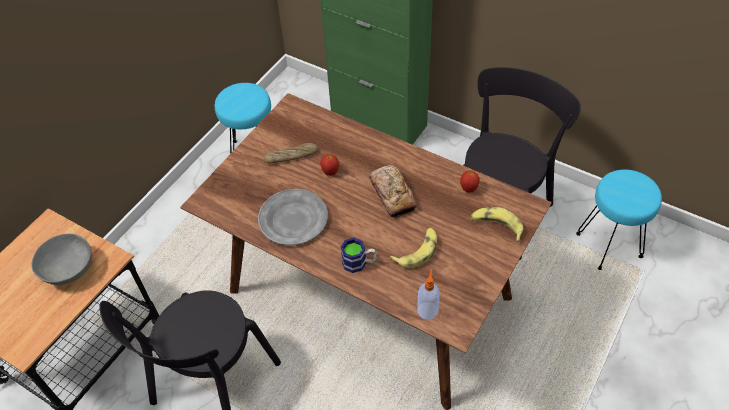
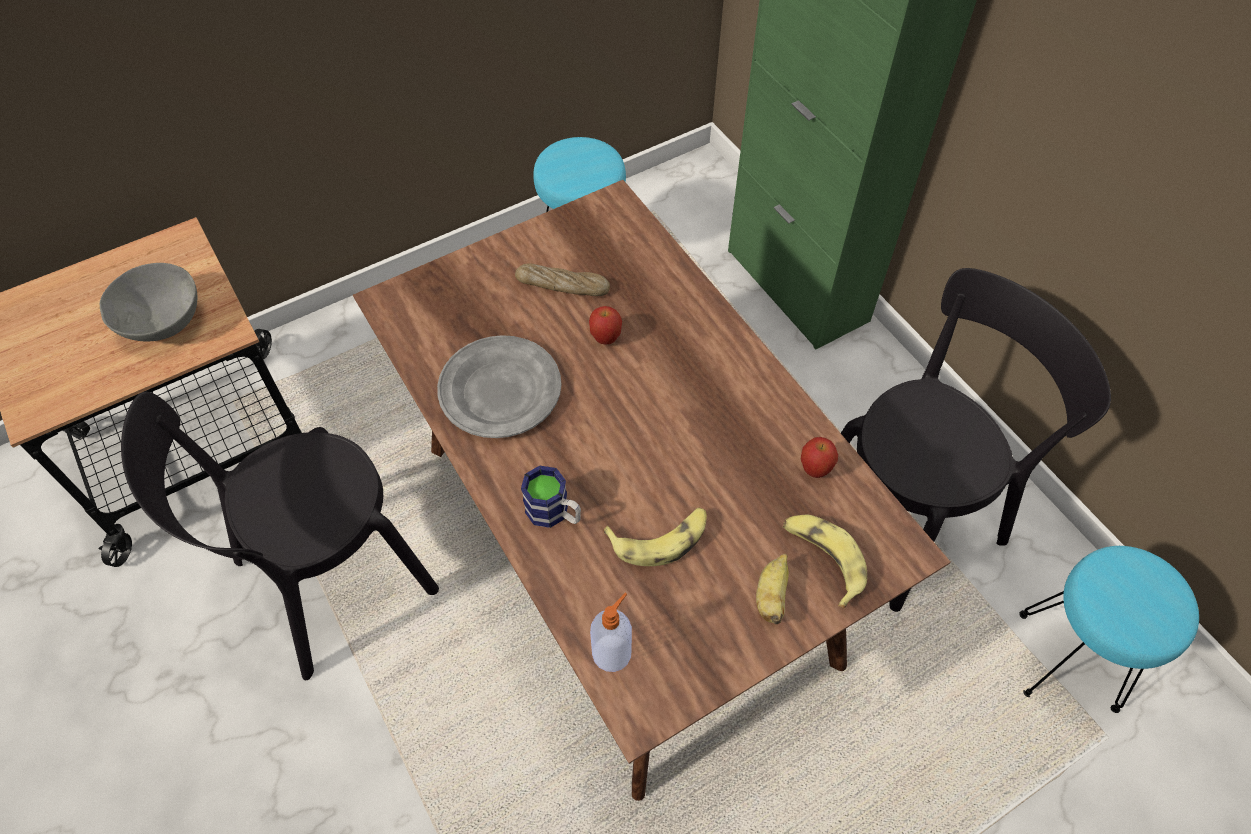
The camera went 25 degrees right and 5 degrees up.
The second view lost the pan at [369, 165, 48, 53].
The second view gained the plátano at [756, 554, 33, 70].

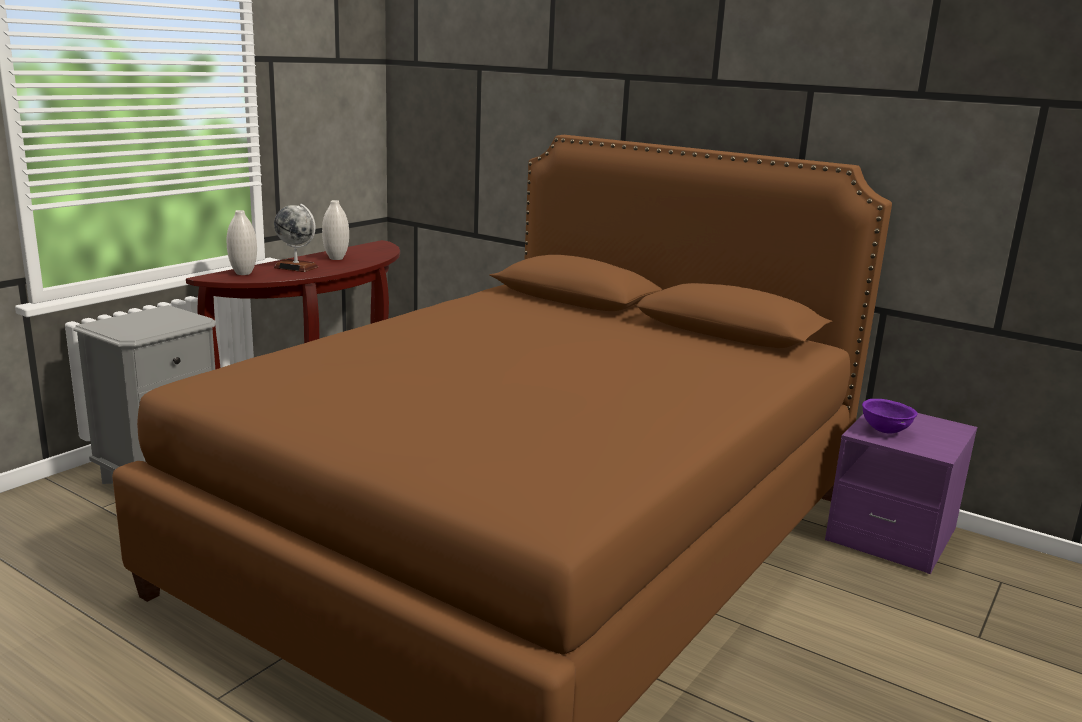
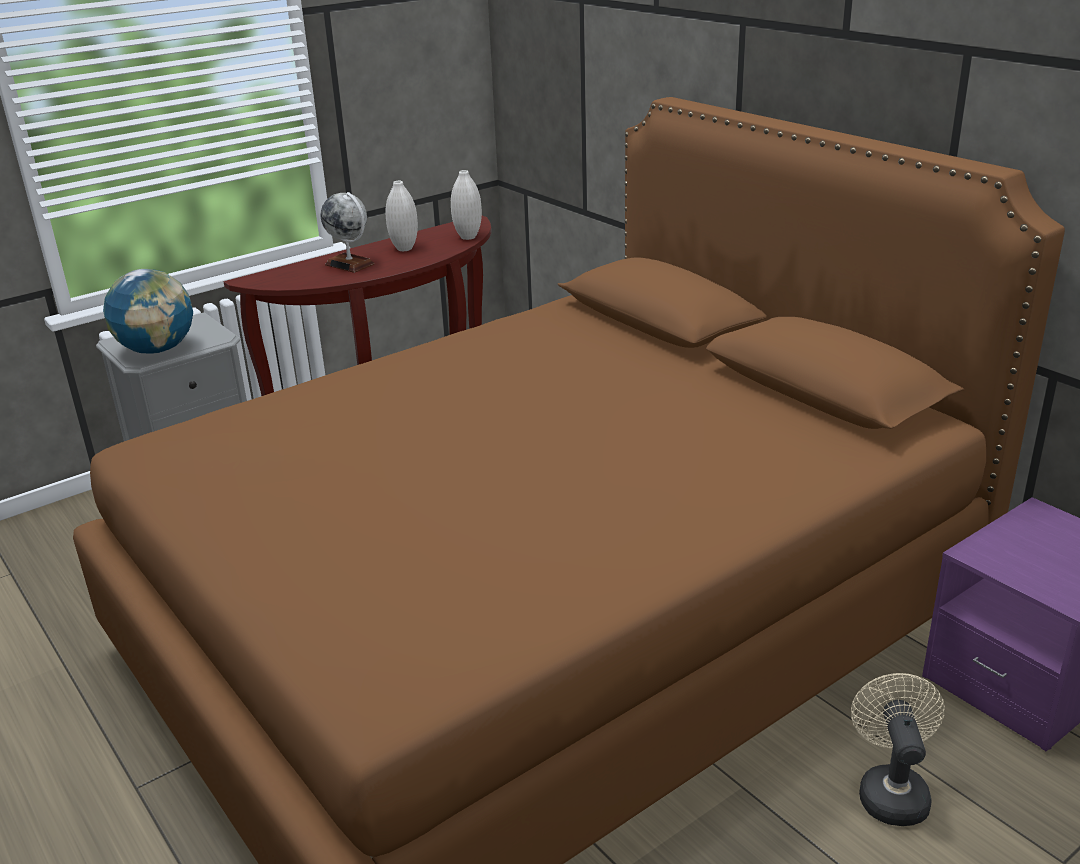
The camera went 20 degrees right and 10 degrees up.
The second view lost the cuenco [morado] at [862, 399, 56, 35].
The second view gained the globo terráqueo at [103, 269, 90, 85].
The second view gained the ventilador [beis] at [851, 673, 94, 153].
The florero [blanco] ended up elsewhere, having gone from [227, 210, 30, 65] to [451, 170, 31, 70].

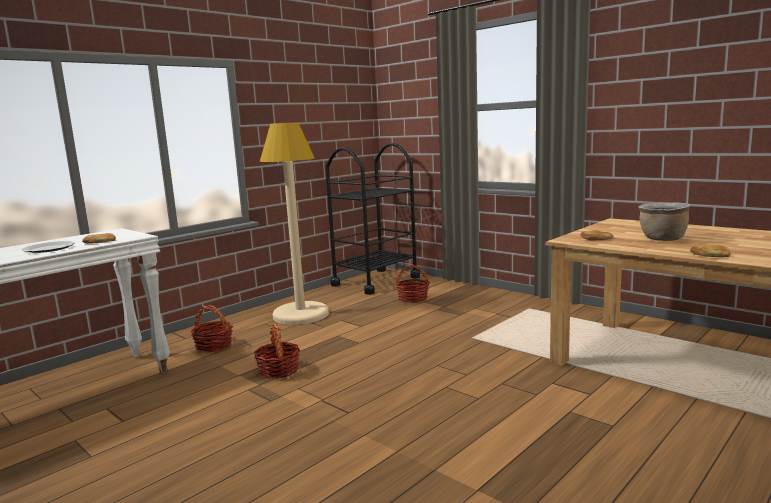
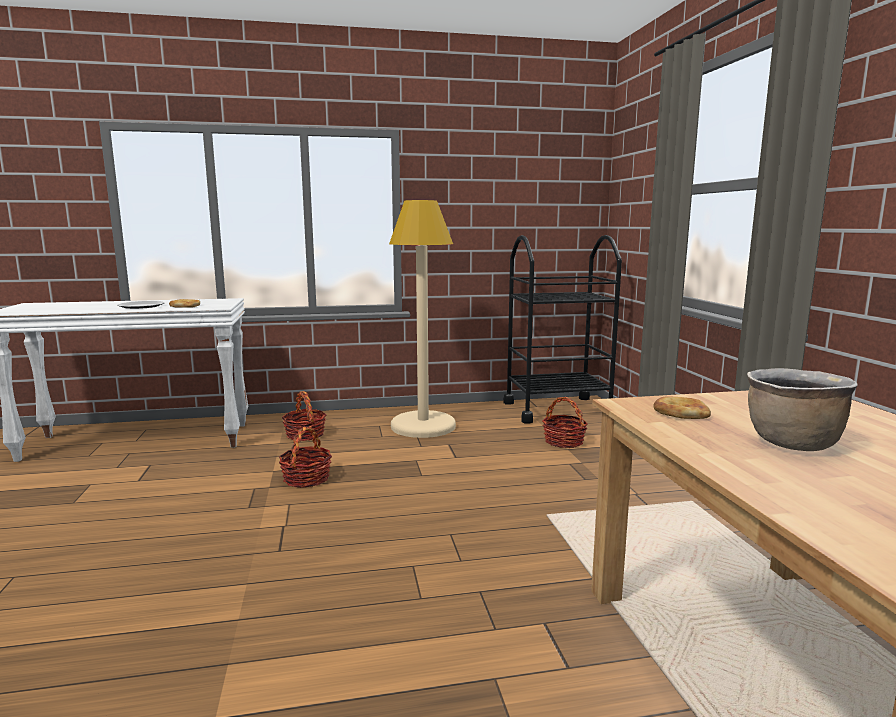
The camera went 35 degrees right and 0 degrees up.
The second view lost the pan at [690, 244, 40, 13].

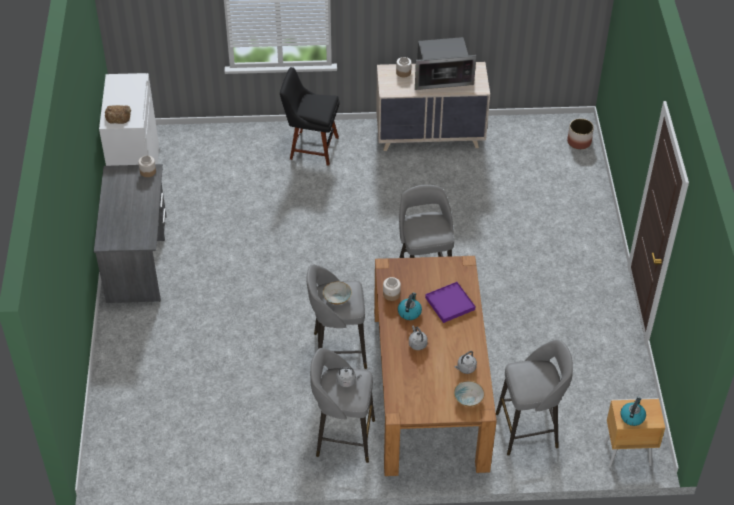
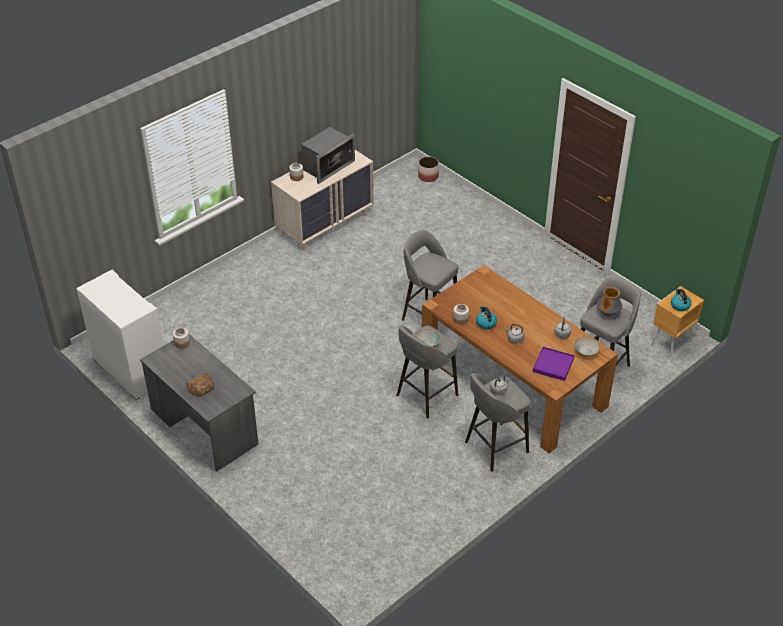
The camera went 40 degrees left and 5 degrees down.
The second view lost the silla [negro] at [280, 67, 60, 99].
The second view gained the florero at [597, 286, 25, 31].
The pan ended up elsewhere, having gone from [105, 105, 26, 19] to [186, 373, 28, 23].
The bandeja [morado] ended up elsewhere, having gone from [425, 282, 50, 41] to [533, 347, 42, 34].

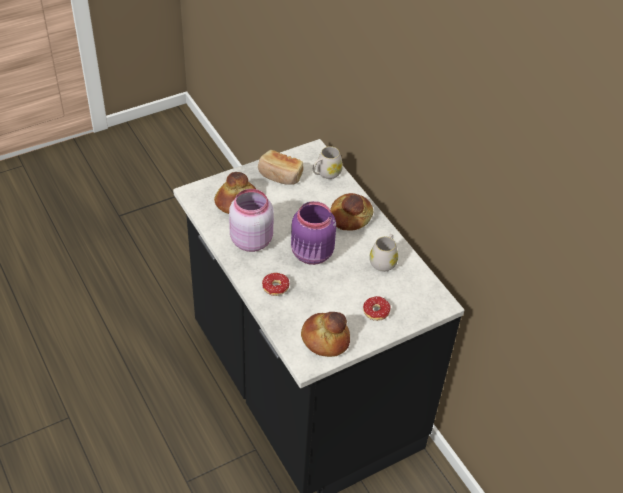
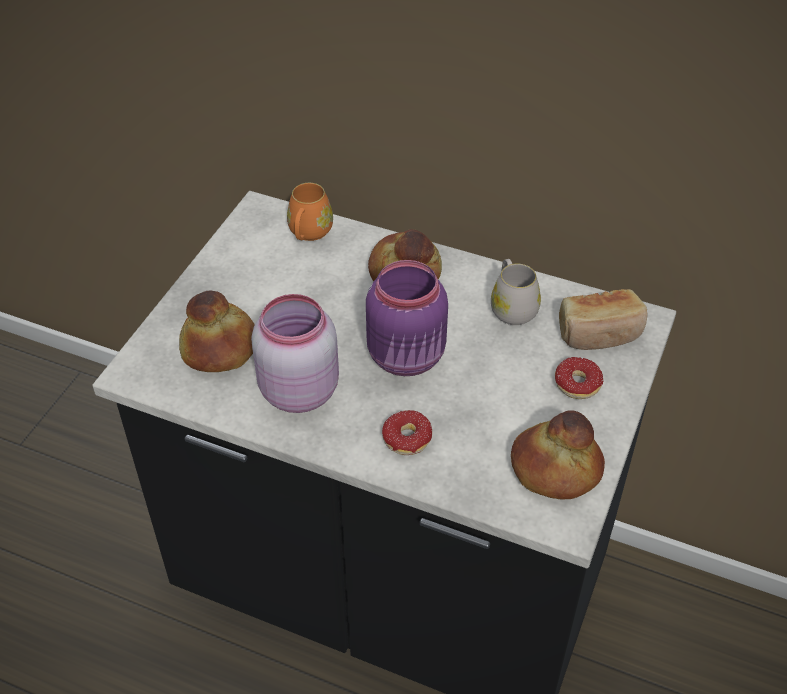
The camera went 35 degrees left and 0 degrees up.
The pan ended up elsewhere, having gone from [258, 150, 46, 35] to [559, 289, 89, 61].
What was the taza grande [blanco] at [313, 146, 30, 33] turned into the taza grande [naranja] at [287, 183, 46, 58].

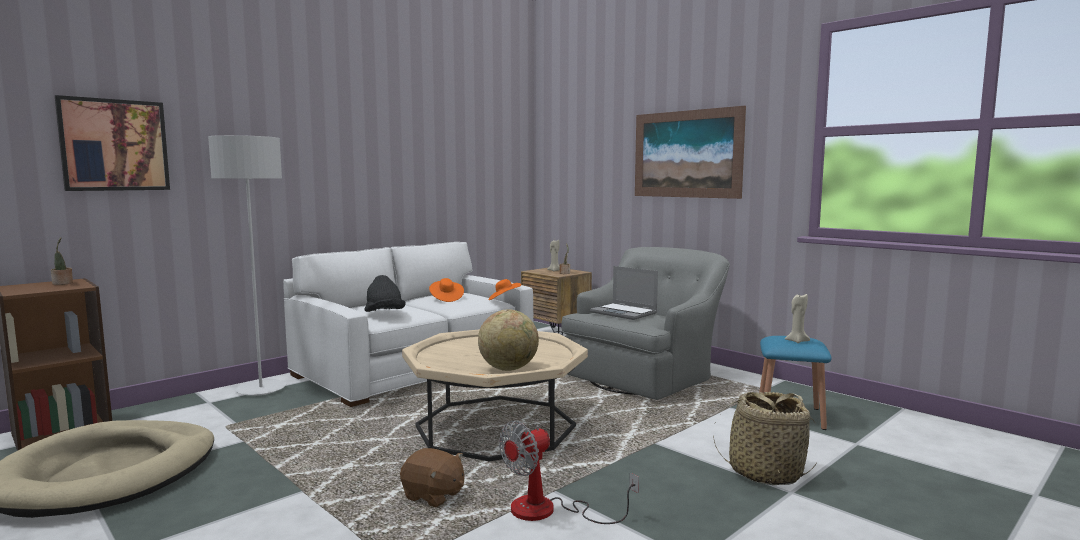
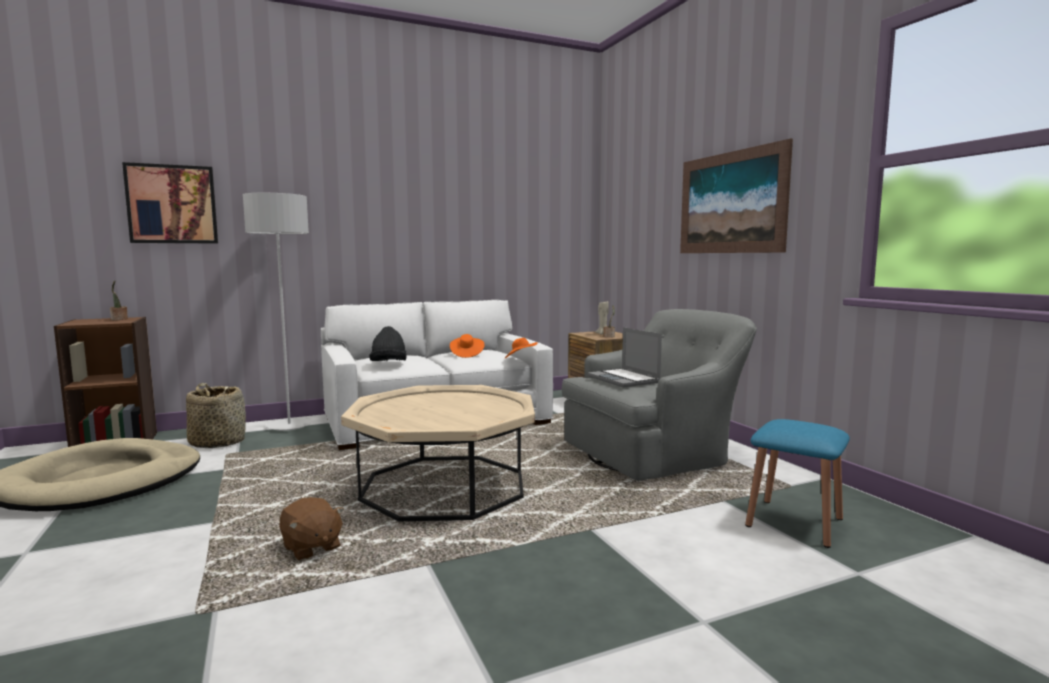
The camera went 20 degrees right and 0 degrees up.
The second view lost the globo terráqueo at [478, 309, 61, 62].
The second view lost the ventilador at [499, 421, 140, 103].
The second view lost the vela [beis] at [785, 294, 25, 49].
The cesta ended up elsewhere, having gone from [713, 392, 103, 93] to [186, 383, 60, 65].

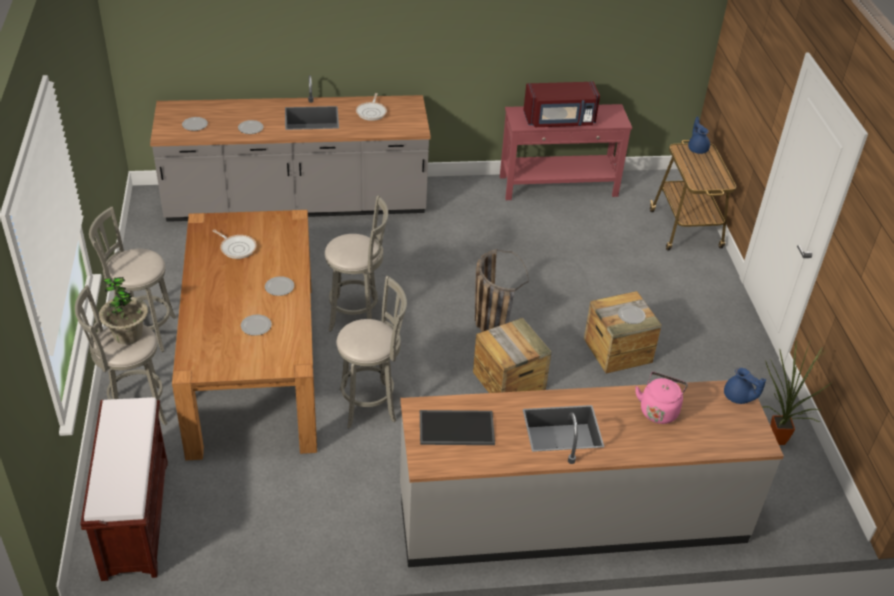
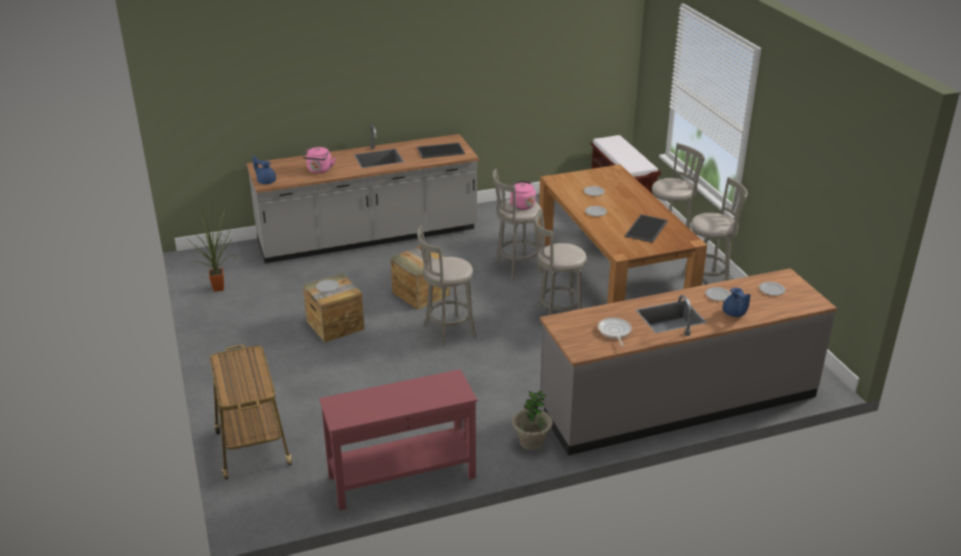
The camera went 170 degrees right and 10 degrees down.
The second view lost the microondas [rojo] at [523, 81, 77, 46].
The second view gained the hervidor [rosa] at [509, 180, 27, 30].
The planta en maceta ended up elsewhere, having gone from [99, 277, 49, 68] to [512, 390, 41, 60].
The tetera [azul] ended up elsewhere, having gone from [688, 117, 22, 37] to [723, 287, 27, 30].
Where the sartén stood at [213, 229, 44, 30], the bandeja came to stand at [625, 214, 43, 29].
Where the cesta stood at [475, 249, 54, 83], the taburete [gris] came to stand at [417, 226, 60, 121].

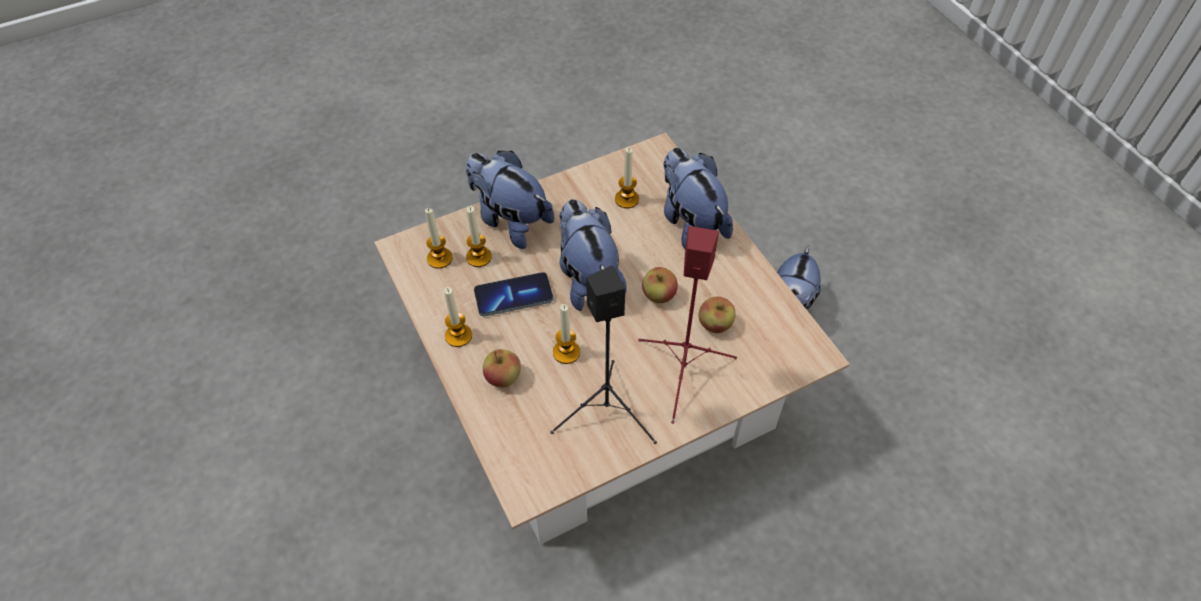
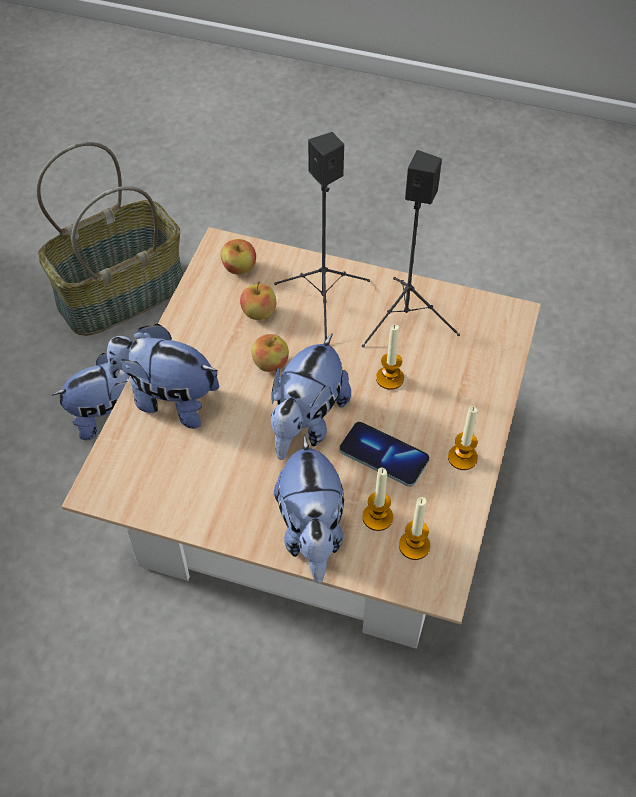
The camera went 135 degrees left and 0 degrees up.
The second view lost the vela at [615, 147, 24, 62].
The second view gained the cesta at [36, 142, 147, 194].
The manzana ended up elsewhere, having gone from [483, 349, 38, 38] to [221, 239, 35, 36].
What was the altavoz [rojo] at [638, 226, 99, 198] turned into the altavoz [negro] at [274, 132, 96, 208].
The peluche at [664, 148, 69, 101] ended up facing another way, 90 degrees clockwise from before.

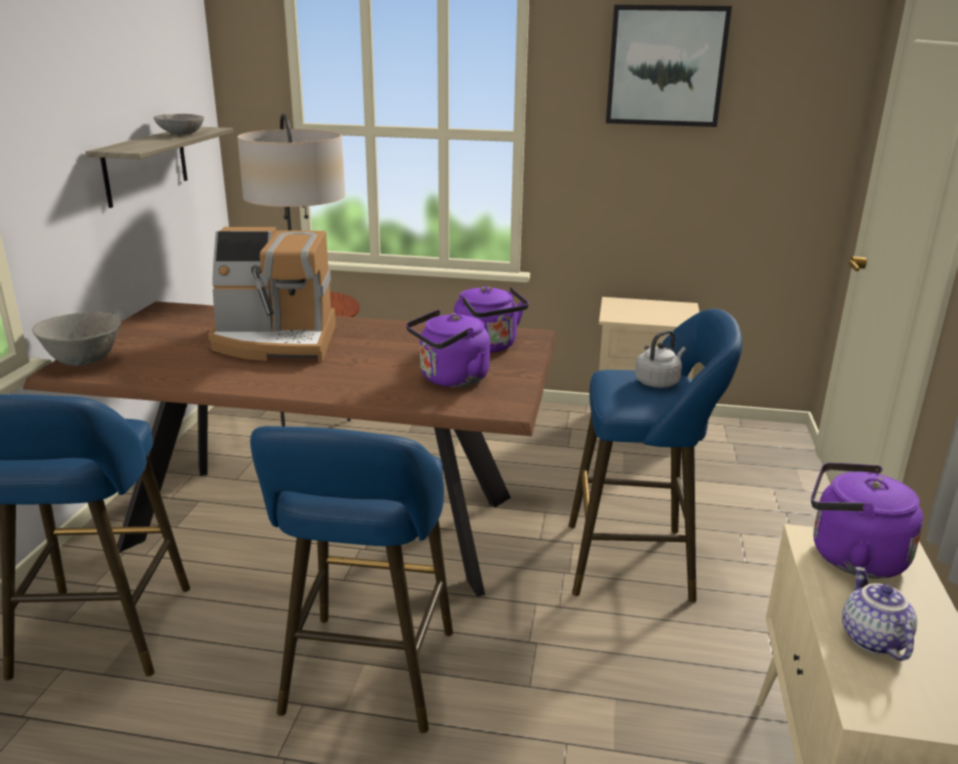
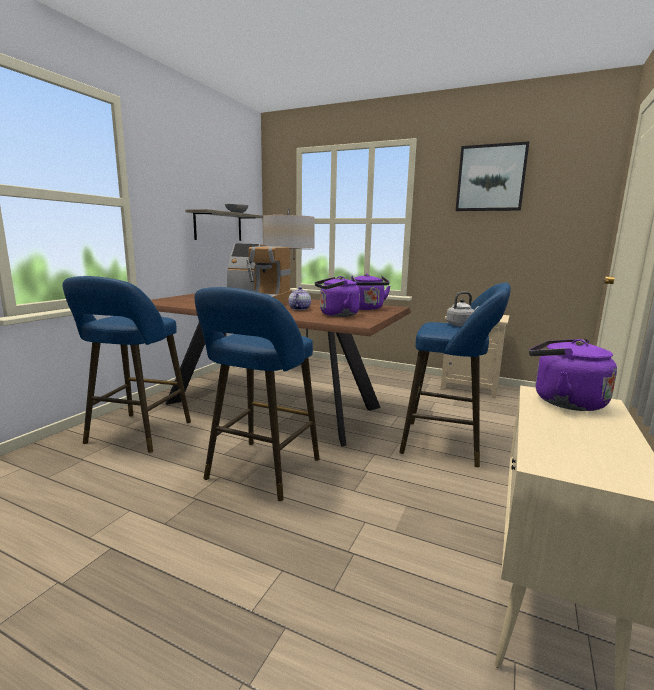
The camera went 15 degrees right and 10 degrees down.
The second view lost the cuenco [gris] at [32, 312, 89, 54].
The tetera ended up elsewhere, having gone from [842, 566, 75, 95] to [288, 287, 23, 23].

